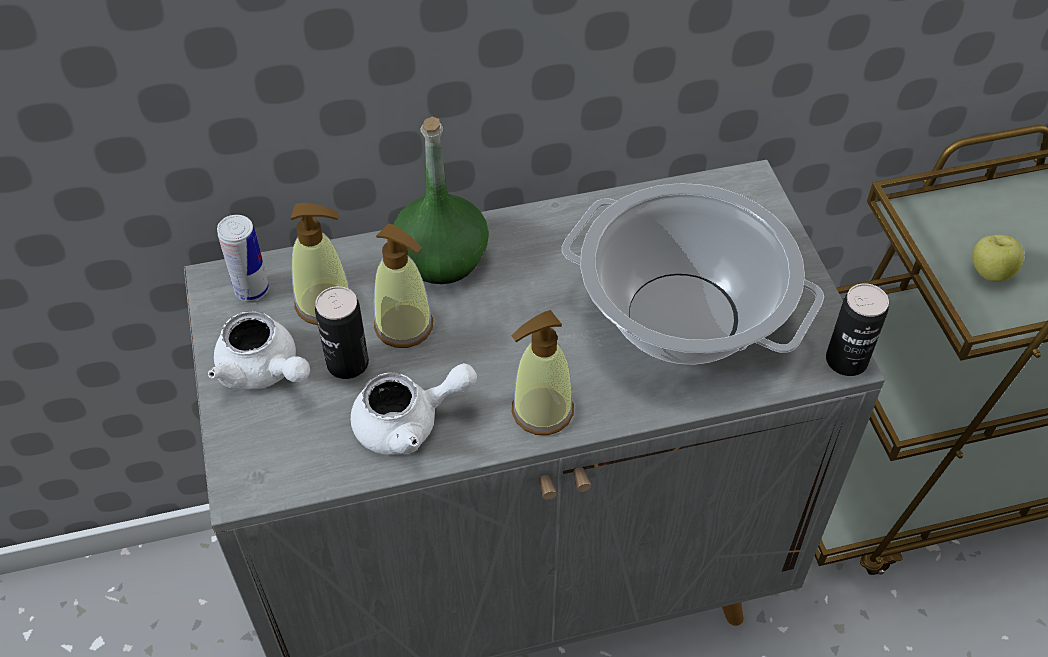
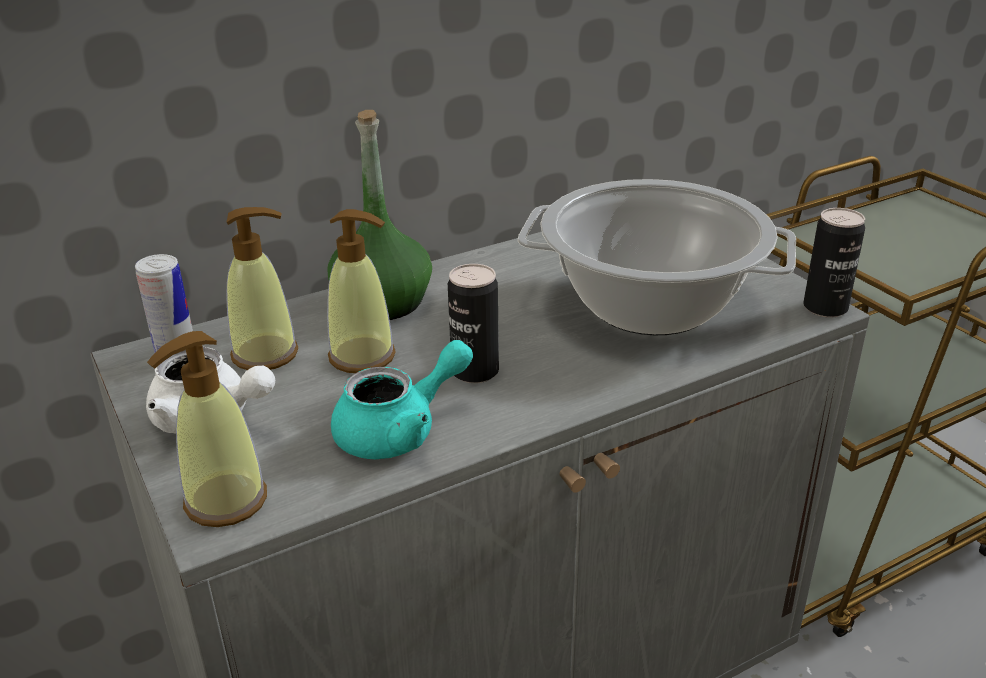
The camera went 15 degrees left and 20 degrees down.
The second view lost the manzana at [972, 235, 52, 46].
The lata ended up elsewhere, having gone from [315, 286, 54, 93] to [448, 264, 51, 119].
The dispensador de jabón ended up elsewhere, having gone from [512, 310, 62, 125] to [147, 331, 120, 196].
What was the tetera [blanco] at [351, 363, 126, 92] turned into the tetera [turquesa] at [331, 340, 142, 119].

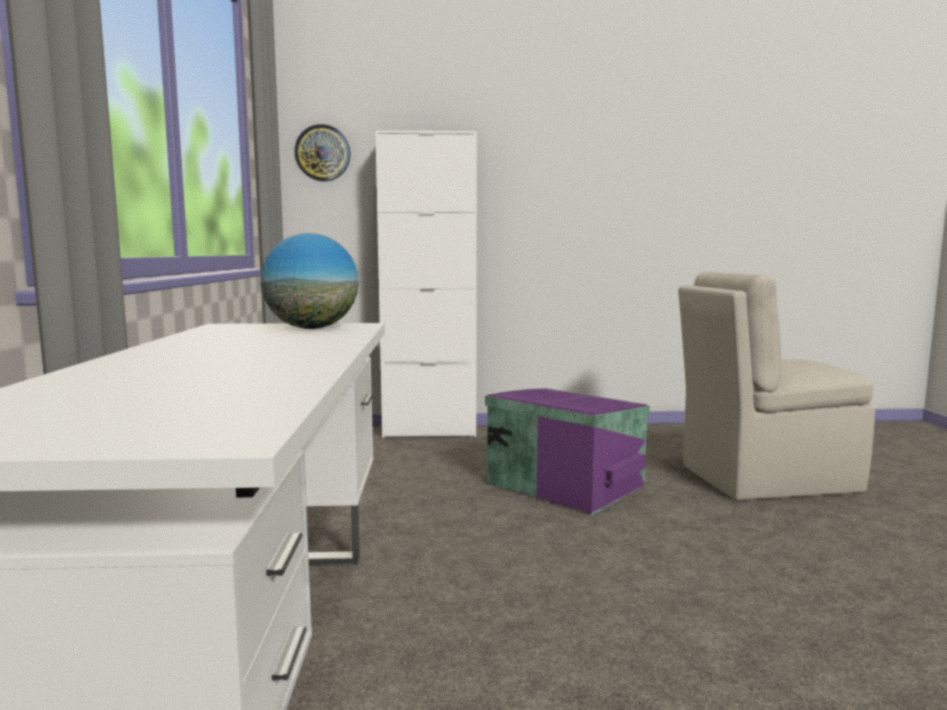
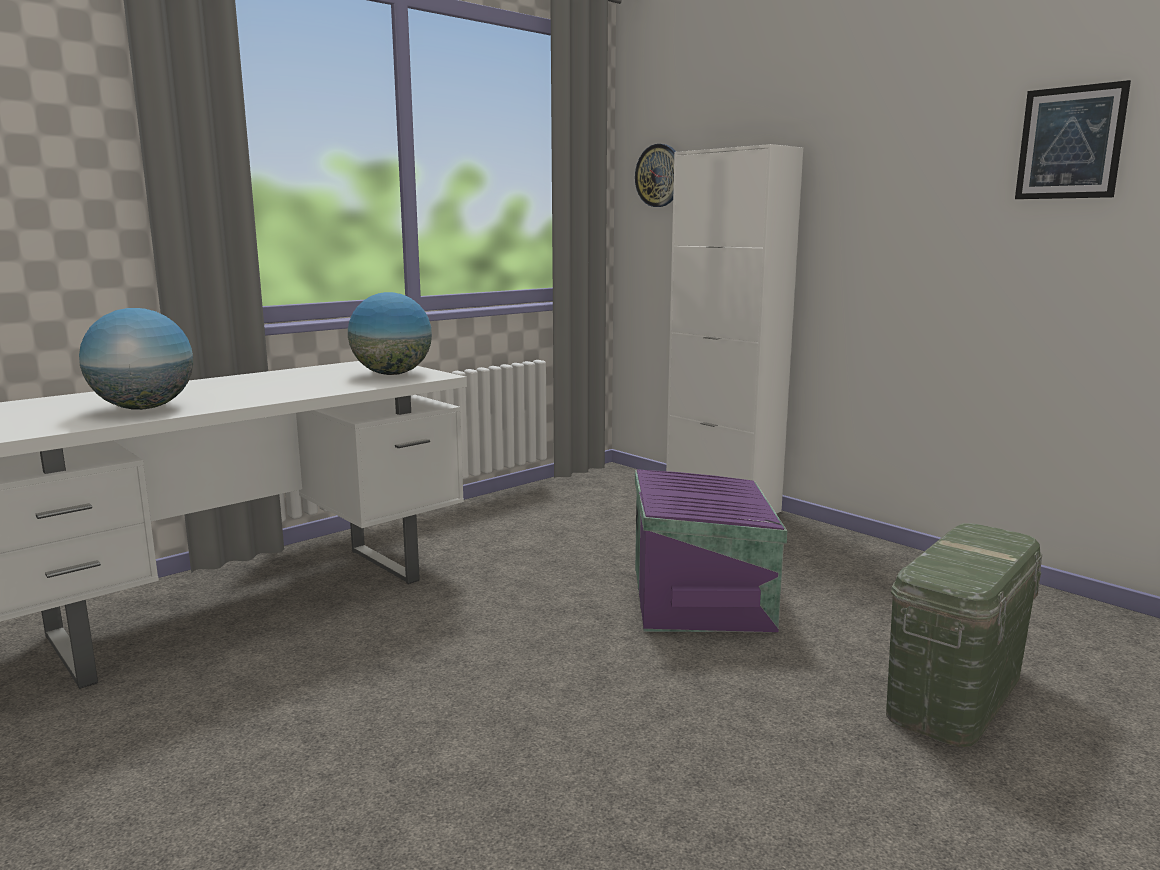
The camera went 50 degrees right and 5 degrees up.
The second view gained the globo terráqueo at [79, 308, 114, 102].
The second view gained the cuadro at [1015, 80, 116, 119].
Where the silla [beis] stood at [678, 271, 197, 229], the caja de almacenaje [verde] came to stand at [886, 523, 156, 224].

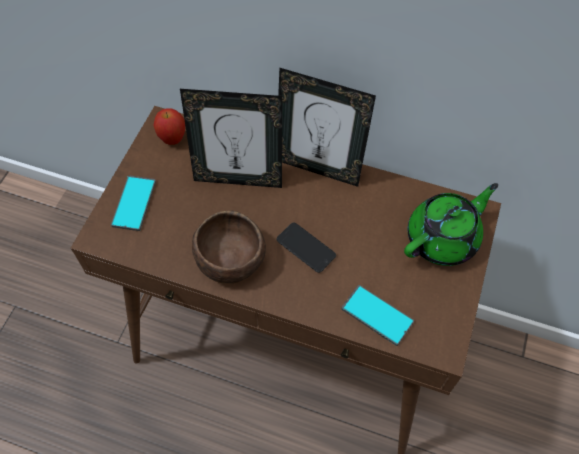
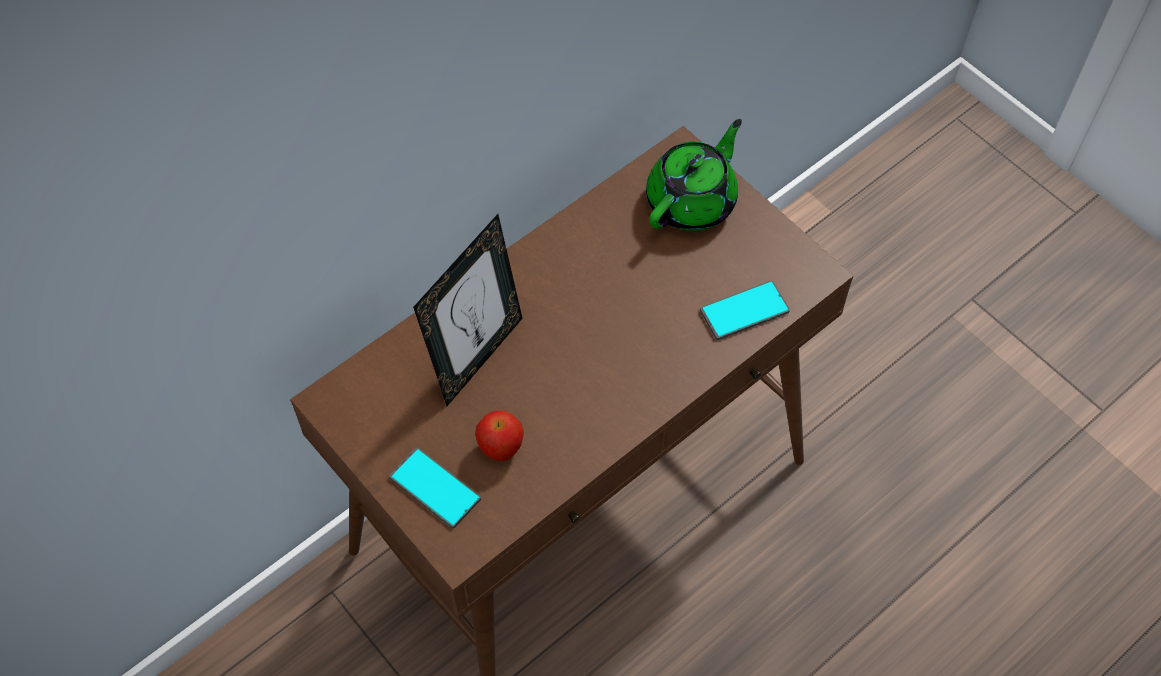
The camera went 60 degrees left and 0 degrees up.
The second view lost the cuenco [marrón] at [192, 210, 74, 74].
The second view lost the móvil at [277, 223, 59, 50].
The second view lost the portarretratos at [278, 68, 98, 119].
The manzana ended up elsewhere, having gone from [153, 108, 32, 37] to [475, 411, 49, 50].
The tetera [verde] at [404, 183, 94, 83] ended up facing another way, 45 degrees clockwise from before.

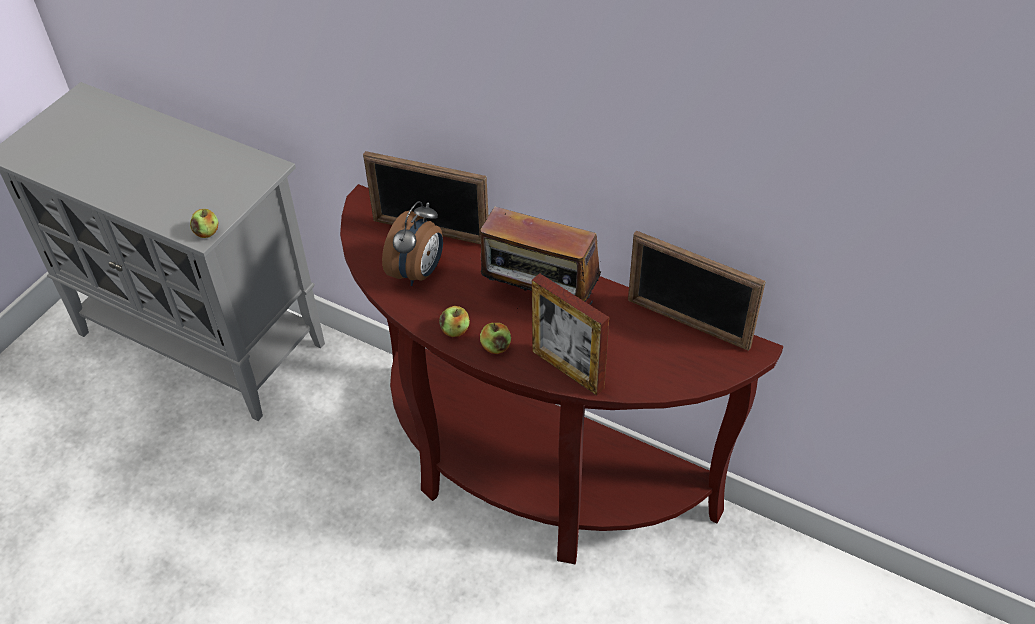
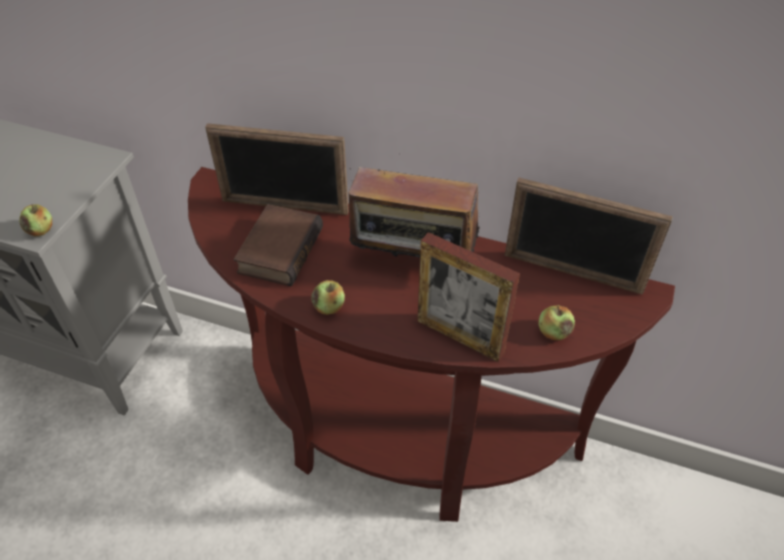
The camera went 10 degrees left and 0 degrees up.
The manzana ended up elsewhere, having gone from [480, 323, 31, 31] to [538, 305, 37, 35].
Where the despertador stood at [382, 201, 61, 85], the libro came to stand at [234, 204, 89, 82].

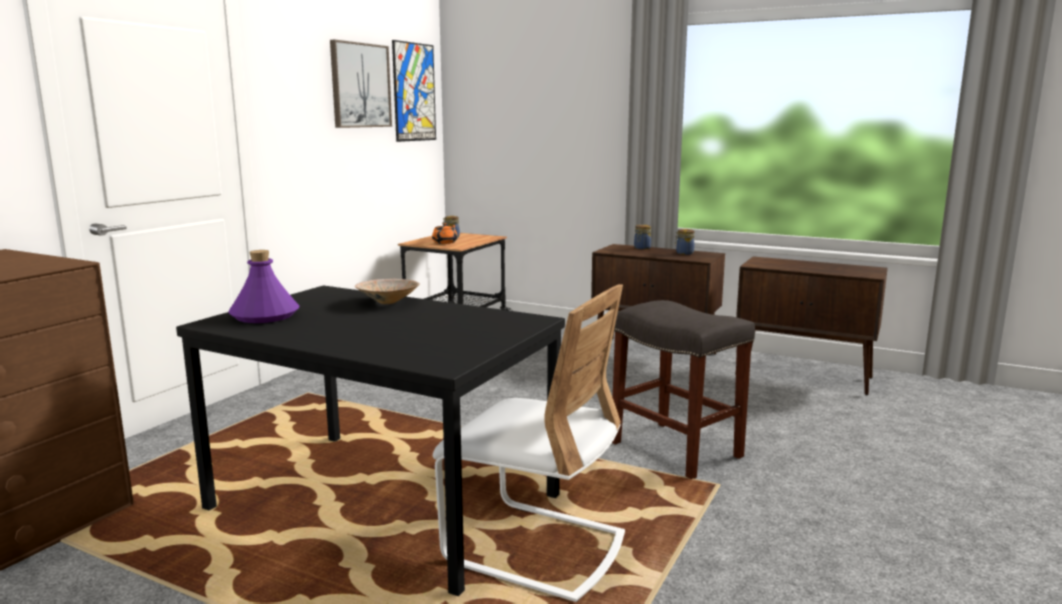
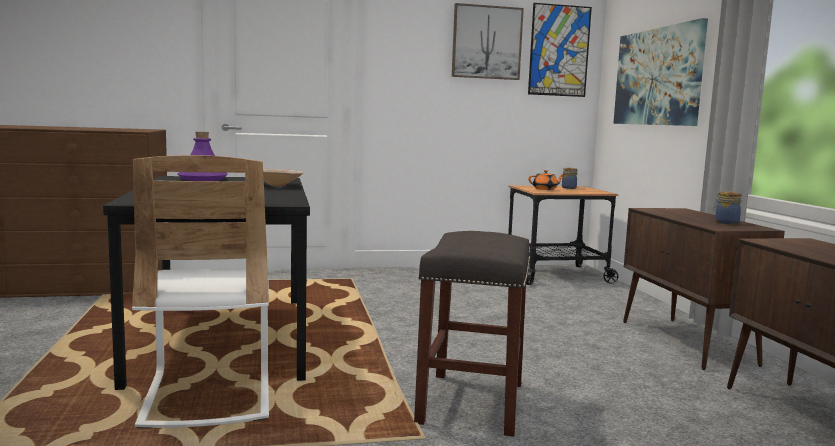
The camera went 50 degrees right and 5 degrees down.
The second view lost the tarro at [634, 225, 17, 24].
The second view gained the cuadro at [613, 18, 95, 108].

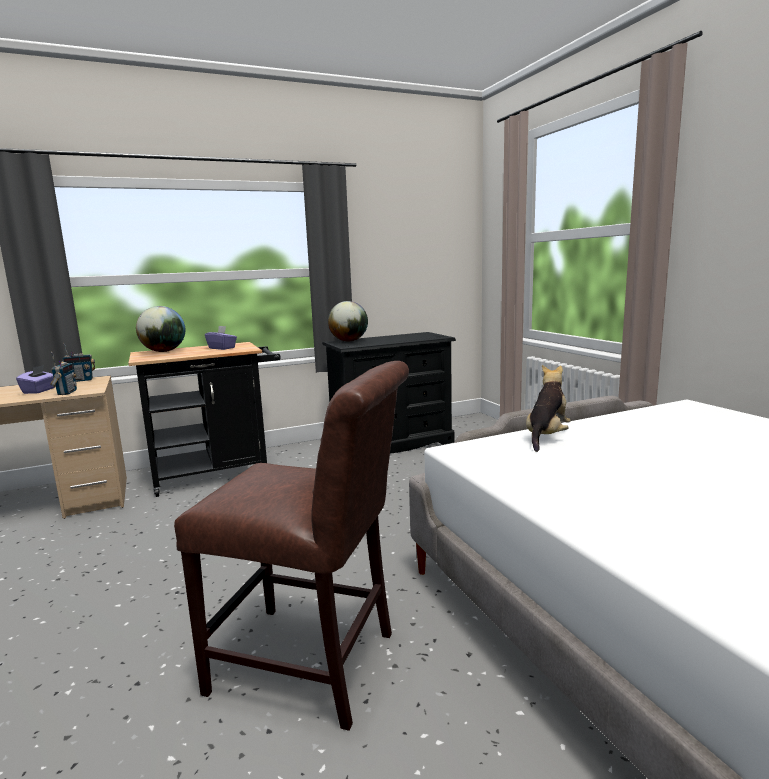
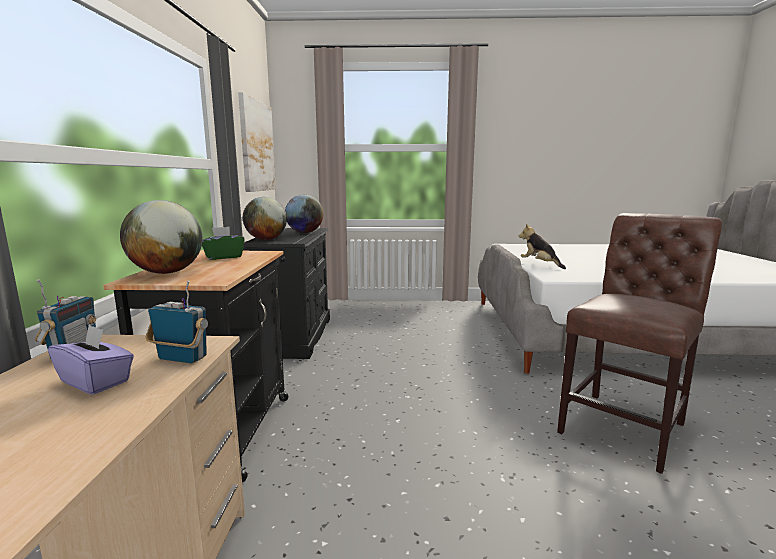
The camera went 65 degrees left and 0 degrees up.
The second view gained the cuadro at [238, 92, 38, 100].
The second view gained the globo terráqueo at [285, 195, 38, 38].
What was the caja de pañuelos [morado] at [205, 326, 32, 24] turned into the caja de pañuelos [verde] at [202, 227, 43, 33].

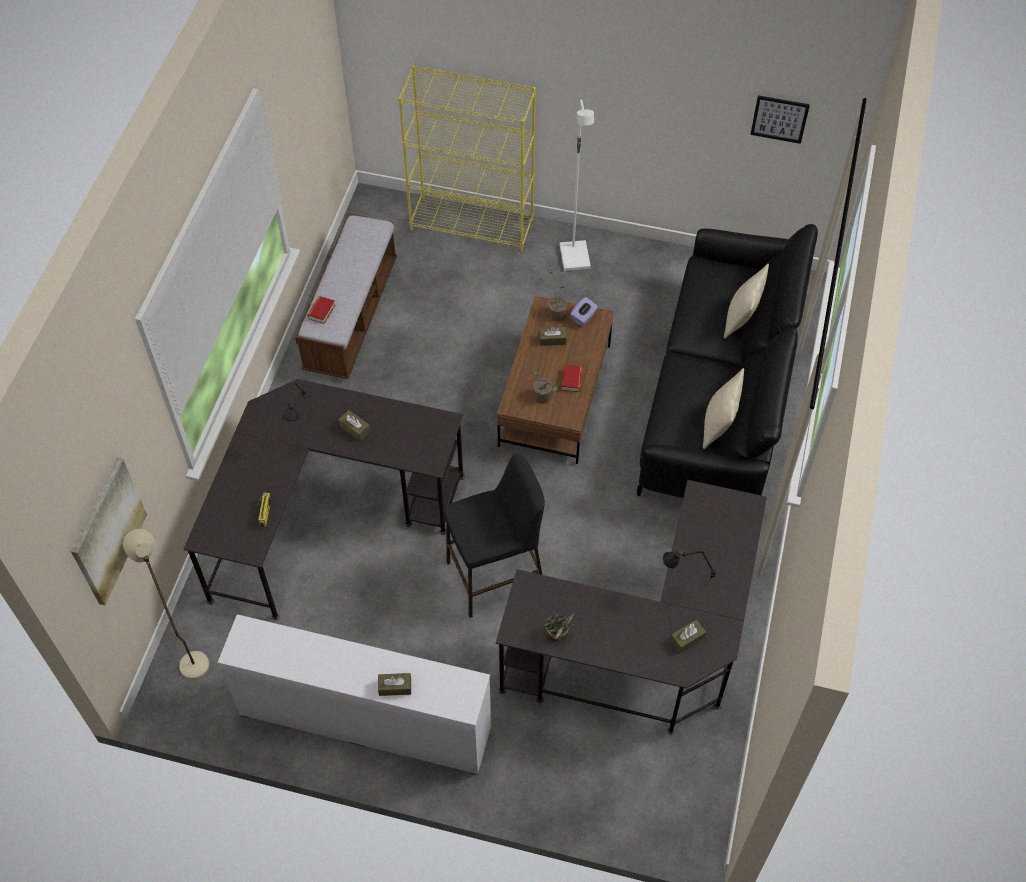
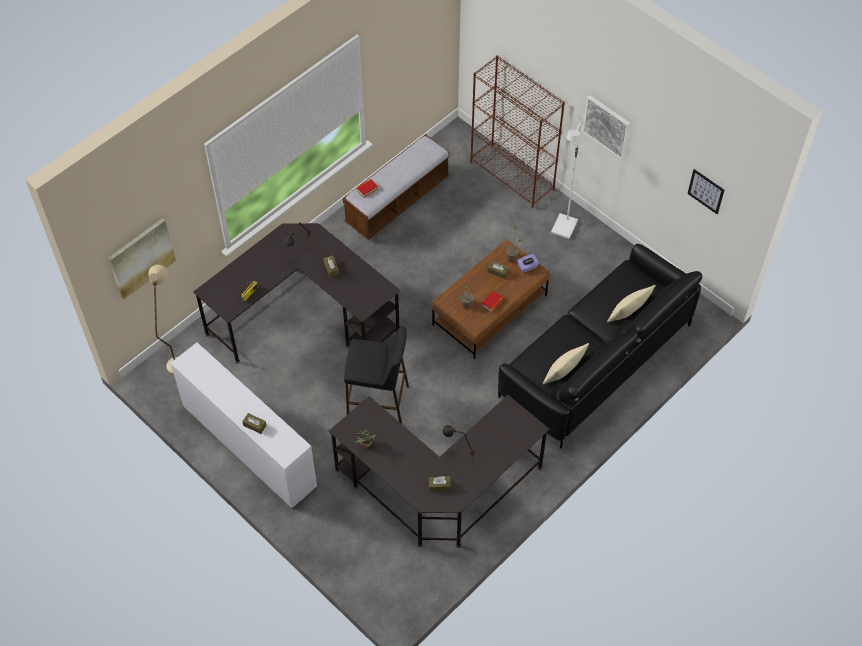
The camera went 30 degrees right and 0 degrees up.
The second view gained the cuadro at [582, 95, 49, 65].
What was the estantería [amarillo] at [398, 65, 138, 187] turned into the estantería [marrón] at [470, 55, 95, 153].

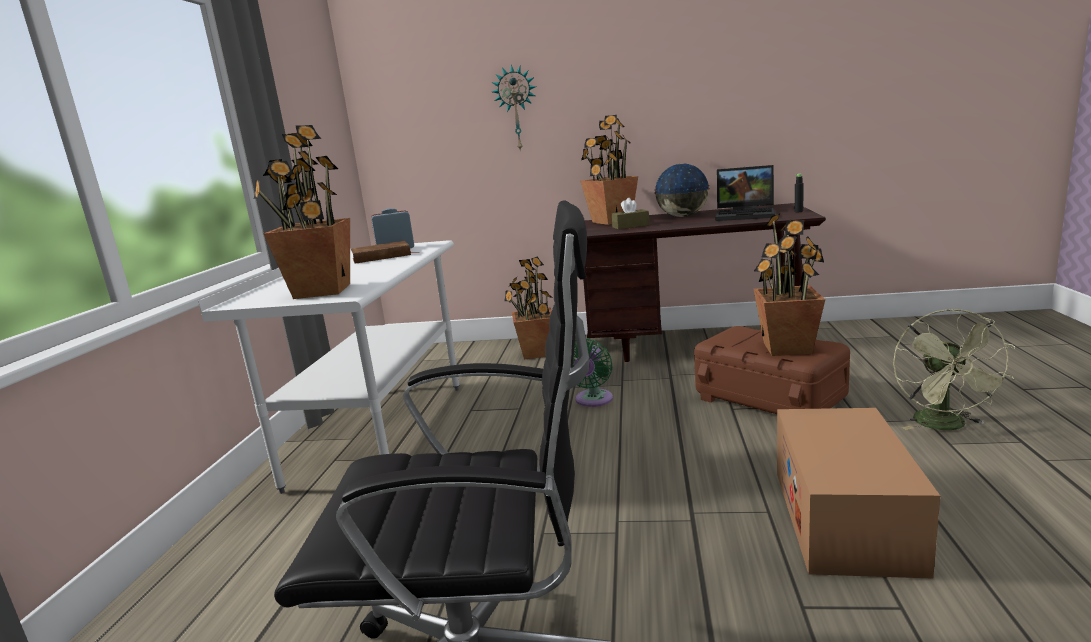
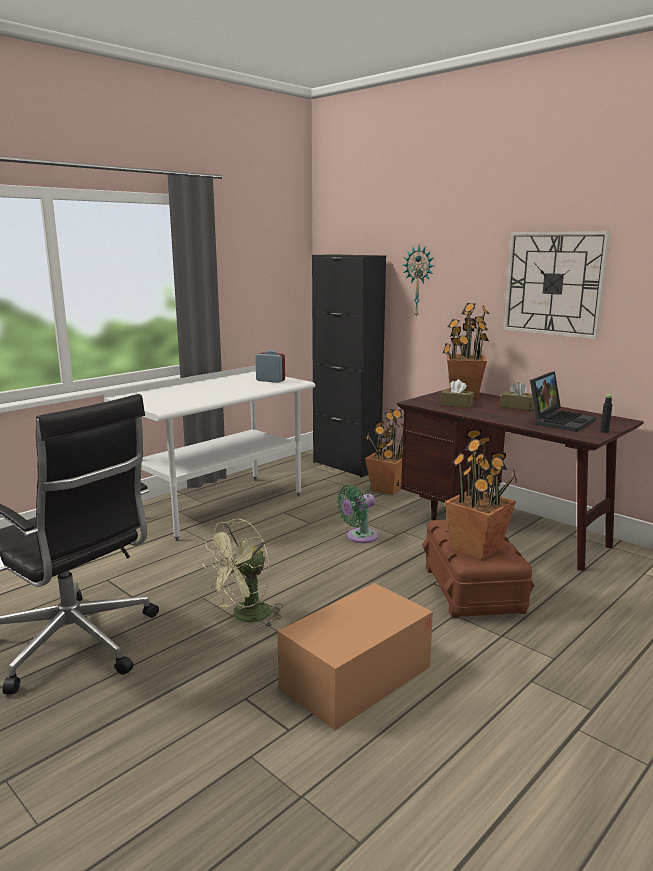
The camera went 35 degrees right and 0 degrees up.
The second view lost the planta en maceta at [254, 125, 96, 174].
The second view lost the libro [marrón] at [351, 241, 68, 23].
The second view gained the armario [negro] at [312, 254, 74, 223].
The second view gained the reloj de pared at [503, 231, 107, 108].
The ventilador [verde] ended up elsewhere, having gone from [893, 308, 123, 122] to [203, 519, 80, 109].
Where the globo terráqueo stood at [654, 164, 56, 53], the caja de pañuelos [marrón] came to stand at [501, 382, 33, 28].
The portátil at [715, 165, 60, 56] ended up facing another way, 105 degrees counterclockwise from before.

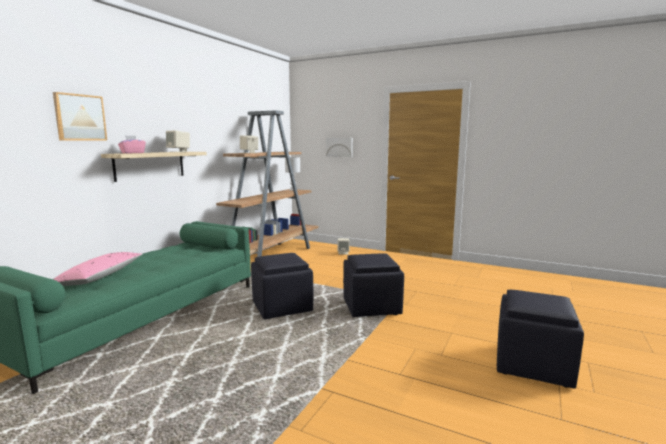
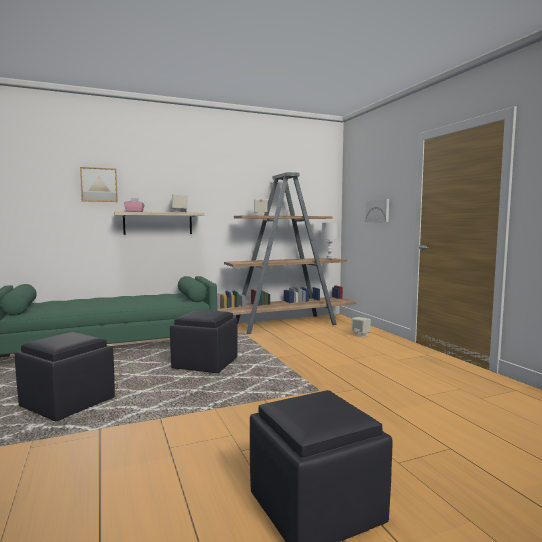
The camera went 40 degrees right and 5 degrees down.
The second view lost the cojín [rosa] at [53, 252, 89, 34].
The puf [negro] ended up elsewhere, having gone from [343, 253, 61, 64] to [15, 332, 100, 89].

